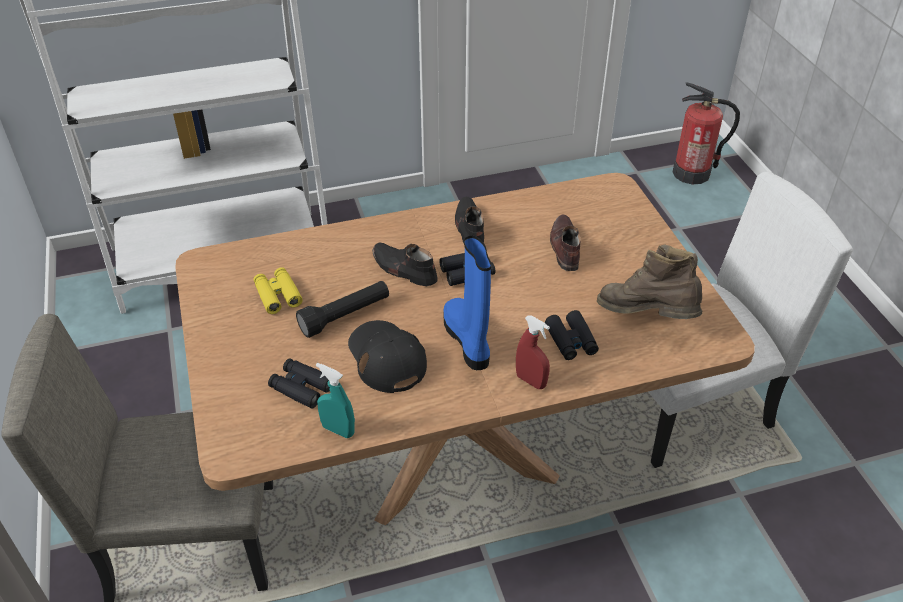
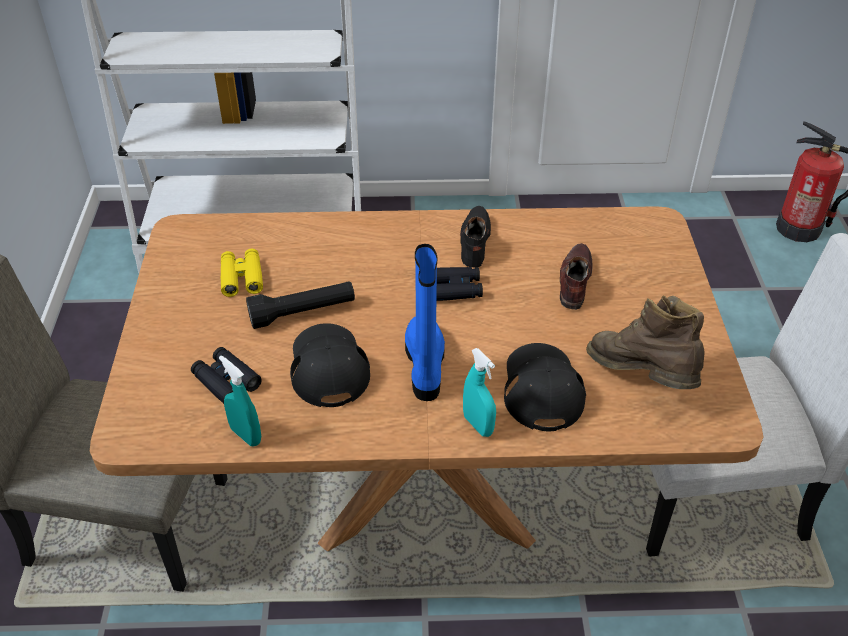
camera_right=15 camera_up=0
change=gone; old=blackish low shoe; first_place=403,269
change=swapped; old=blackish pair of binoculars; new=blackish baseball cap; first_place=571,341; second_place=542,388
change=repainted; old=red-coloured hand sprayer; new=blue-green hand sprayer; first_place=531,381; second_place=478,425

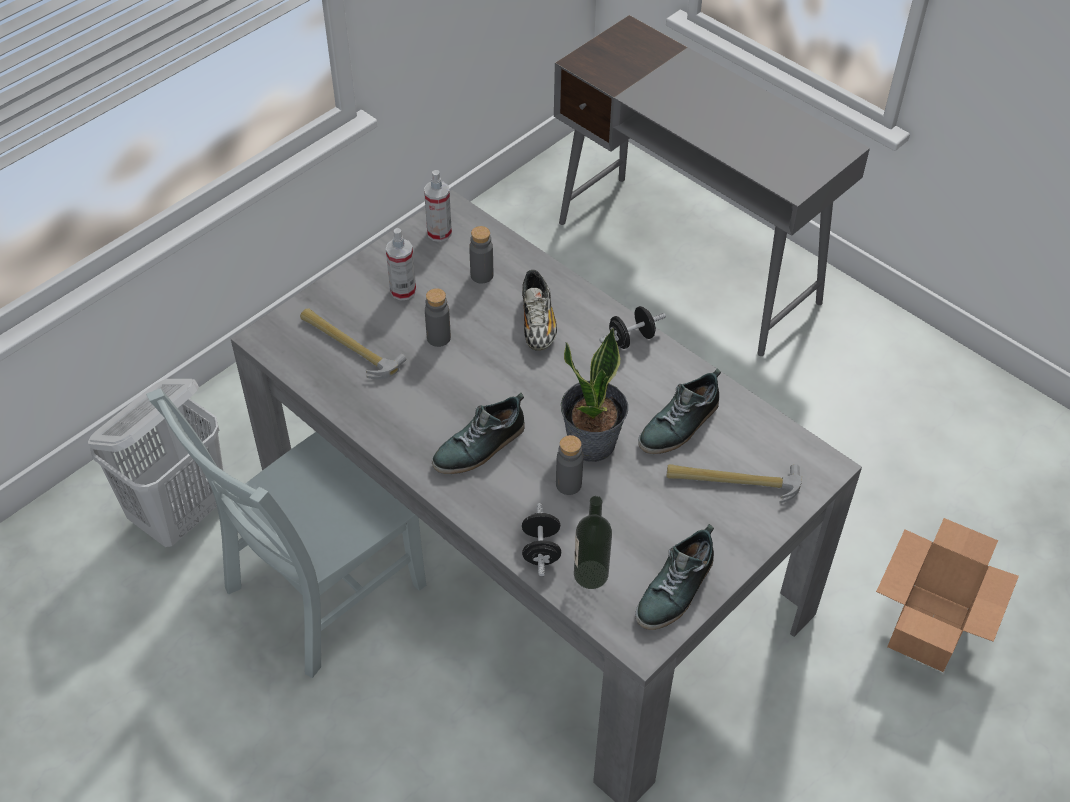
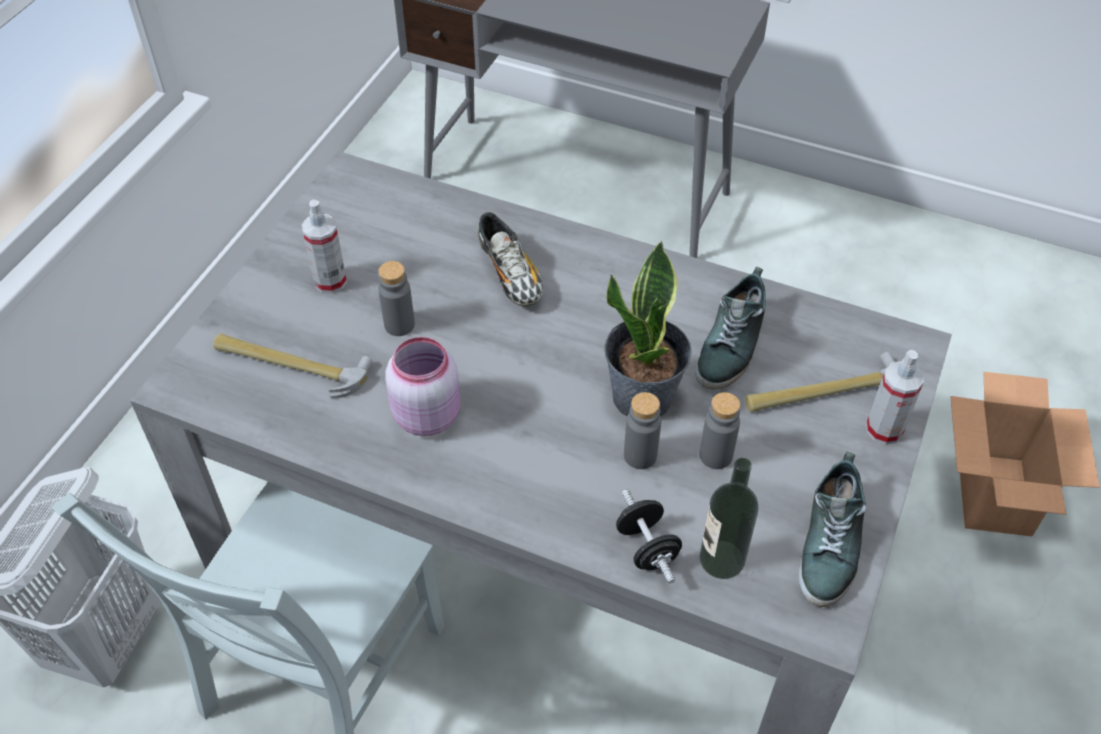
camera_right=-20 camera_up=0
change=gone; old=low shoe; first_place=480,446
change=gone; old=blackish free weight; first_place=631,339
change=new; new=pink storage jar; second_place=427,414
change=shifted; old=hand sprayer; first_place=439,233; second_place=884,429
change=shifted; old=greyish bottle; first_place=482,275; second_place=715,455

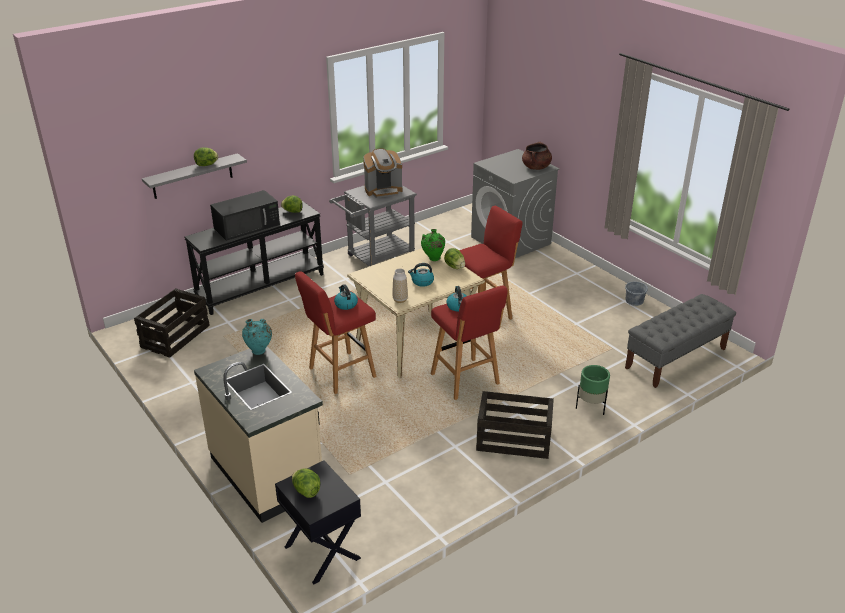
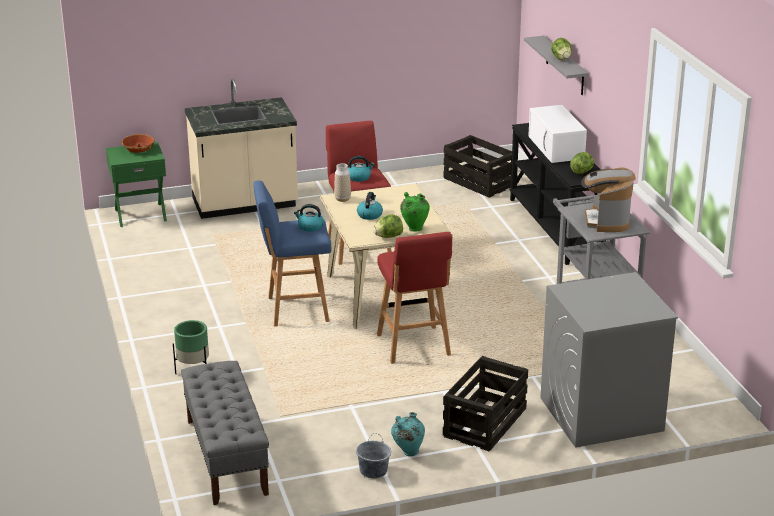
camera_right=110 camera_up=-5
change=gone; old=brown saucepot; first_place=536,167
change=shifted; old=blue-green vase; first_place=259,352; second_place=408,452
change=shifted; old=crate; first_place=514,440; second_place=484,423
change=swapped; old=lettuce head; new=serving bowl; first_place=306,491; second_place=138,150
change=repainted; old=blackish kitchen microwave; new=white kitchen microwave; first_place=247,226; second_place=556,148
change=repainted; old=blackish night table; new=greenish night table; first_place=321,553; second_place=140,214
change=repainted; old=red-coloured stool seat; new=bluish stool seat; first_place=466,380; second_place=295,310

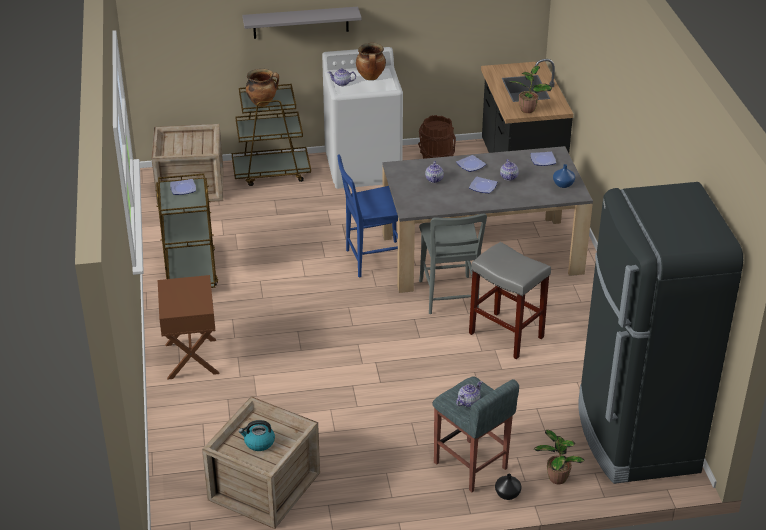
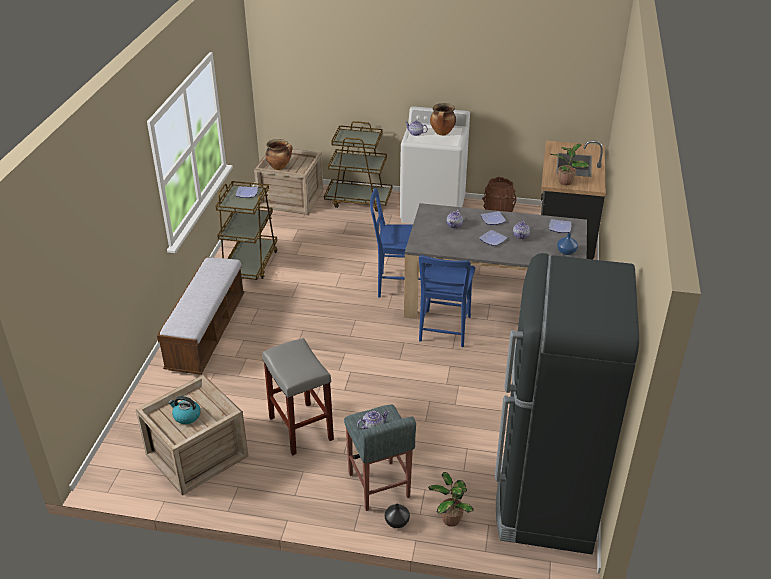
camera_right=20 camera_up=0
change=gone; old=greyish bracket shelf; first_place=301,22
change=shifted; old=saucepot; first_place=262,102; second_place=279,167
change=shifted; old=greyish stool seat; first_place=505,335; second_place=300,428
change=swapped; old=brown night table; new=long seat; first_place=191,359; second_place=207,333
change=repainted; old=greyish upright chair; new=bluish upright chair; first_place=449,297; second_place=444,331

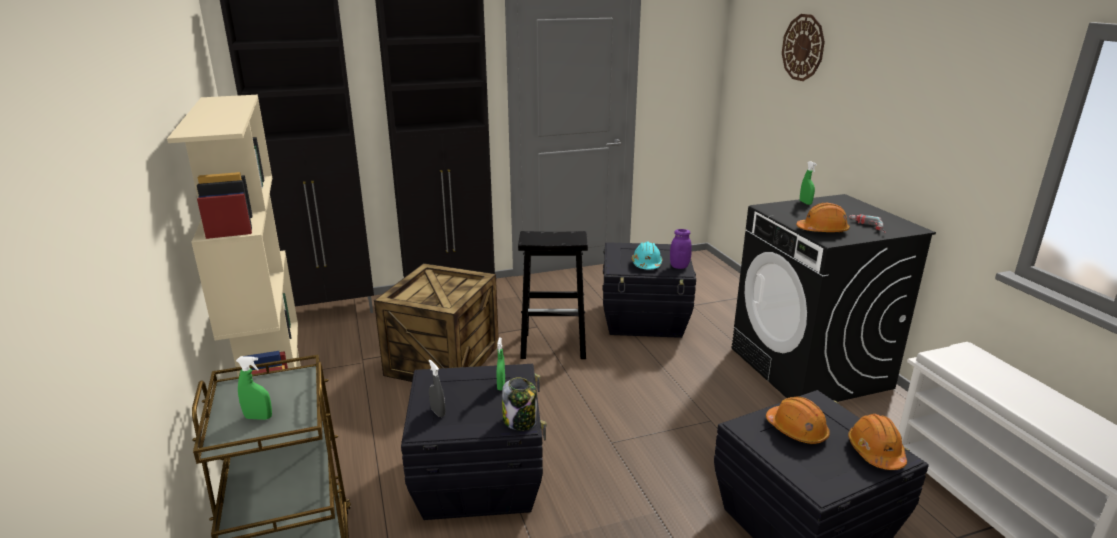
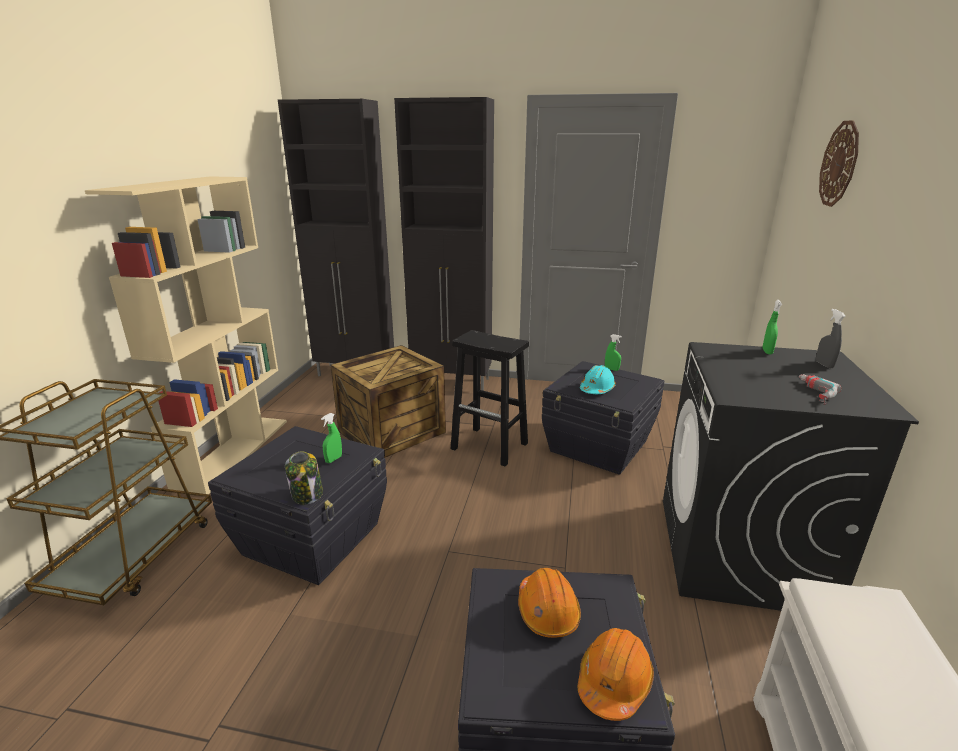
camera_right=30 camera_up=0
change=gone; old=purple storage jar; first_place=679,266
change=gone; old=orangey hard hat; first_place=822,230
change=shifted; old=greenish hand sprayer; first_place=258,417; second_place=611,369
change=shifted; old=greyish hand sprayer; first_place=438,412; second_place=824,365

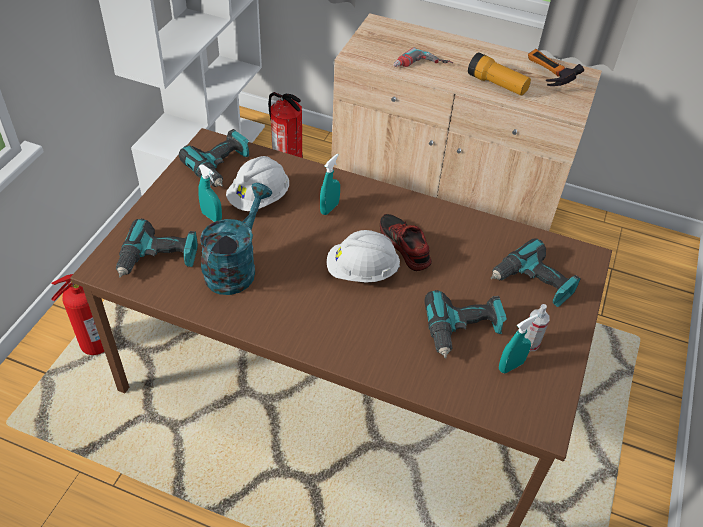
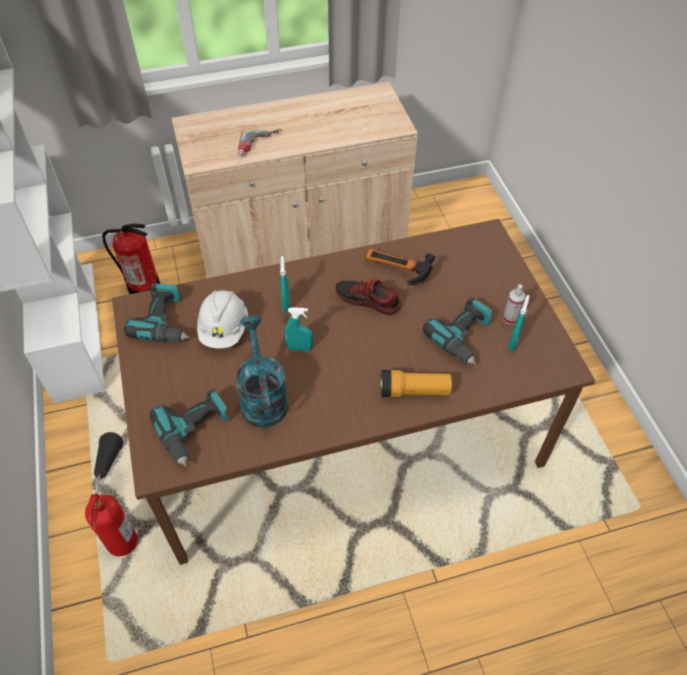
camera_right=-35 camera_up=5
change=gone; old=white hard hat; first_place=362,271
change=gone; old=drill; first_place=533,283
change=shifted; old=blue-green hand sprayer; first_place=211,217; second_place=300,348
change=shifted; old=flashlight; first_place=497,85; second_place=414,391
change=shifted; old=hand hammer; first_place=545,77; second_place=395,273

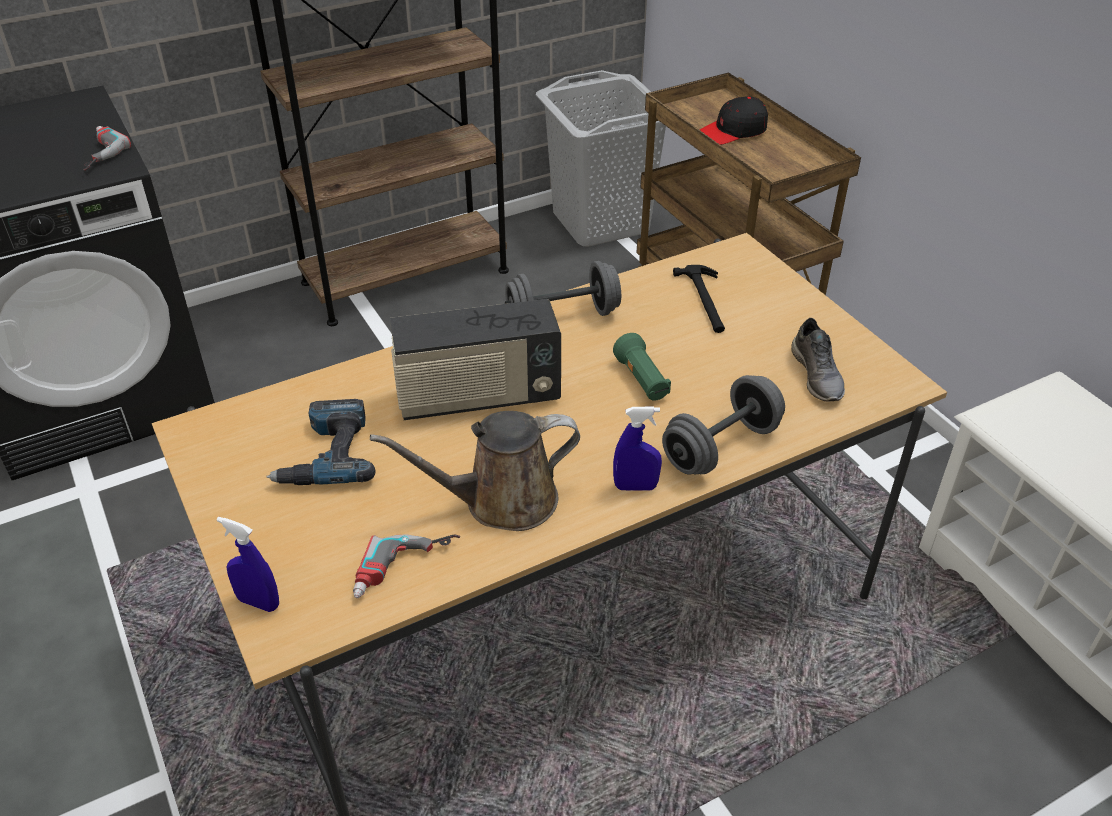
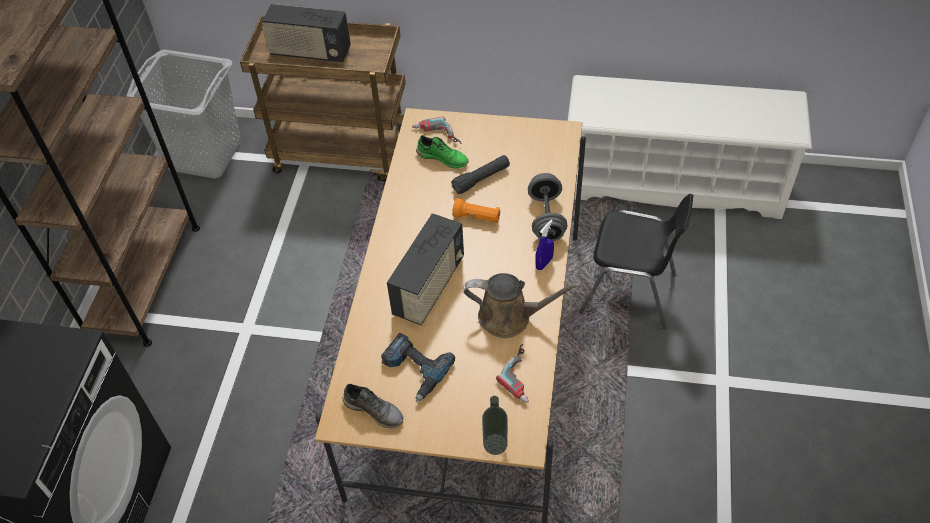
camera_right=-50 camera_up=10
change=gone; old=greyish free weight; first_place=563,317
change=new; new=blackish flashlight; second_place=481,179
change=new; new=blackish upright chair; second_place=629,293
change=shifted; old=drill; first_place=95,153; second_place=436,136
change=shifted; old=greyish low shoe; first_place=817,375; second_place=374,410
change=swapped; old=bluish hand sprayer; new=bottle; first_place=258,602; second_place=495,444
change=swapped; old=hand hammer; new=greenish low shoe; first_place=705,301; second_place=443,158
change=swapped; old=blackish baseball cap; new=radio; first_place=733,131; second_place=310,52
change=repainted; old=greenish flashlight; new=orangey flashlight; first_place=642,380; second_place=477,218
change=rotated; old=brown watering pot; first_place=501,501; second_place=510,317; degrees=-105

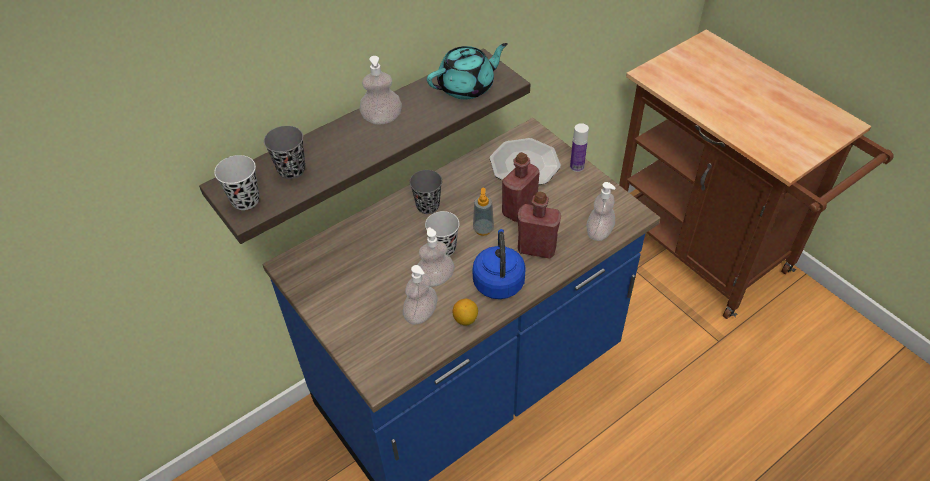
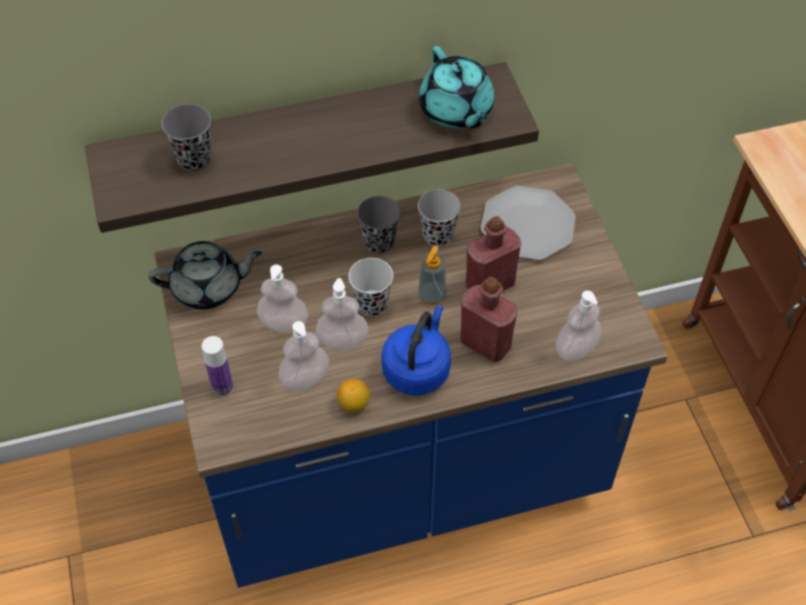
camera_right=20 camera_up=5
change=new; new=greyish teapot; second_place=209,288
change=shifted; old=blackish drinking cup; first_place=245,200; second_place=438,235
change=shifted; old=liquid soap bottle; first_place=382,118; second_place=284,323
change=shifted; old=bottle; first_place=577,167; second_place=222,387
change=rotated; old=blue-green teapot; first_place=467,86; second_place=456,111; degrees=75

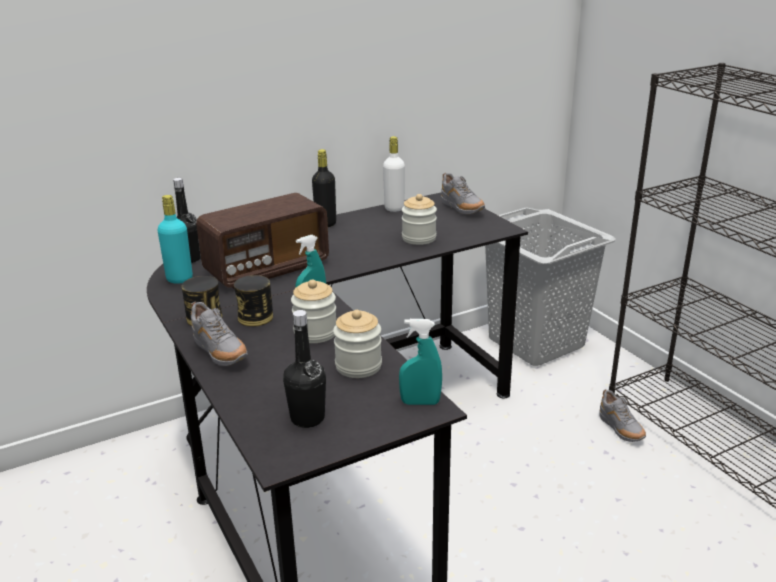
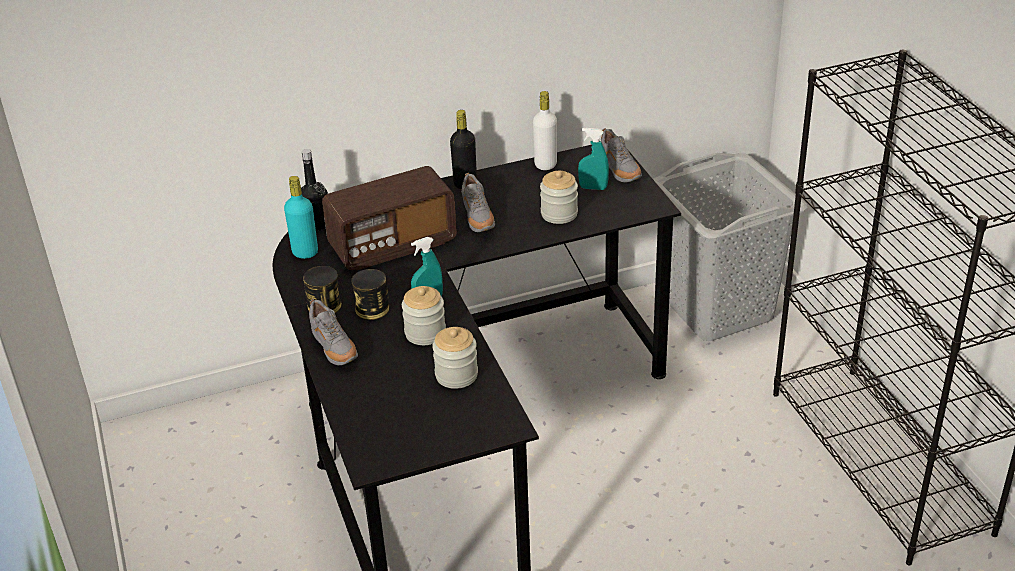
camera_right=10 camera_up=10
change=gone; old=blackish bottle; first_place=307,418
change=shifted; old=blue-green hand sprayer; first_place=420,402; second_place=593,188
change=shifted; old=greyish low shoe; first_place=620,430; second_place=478,220

